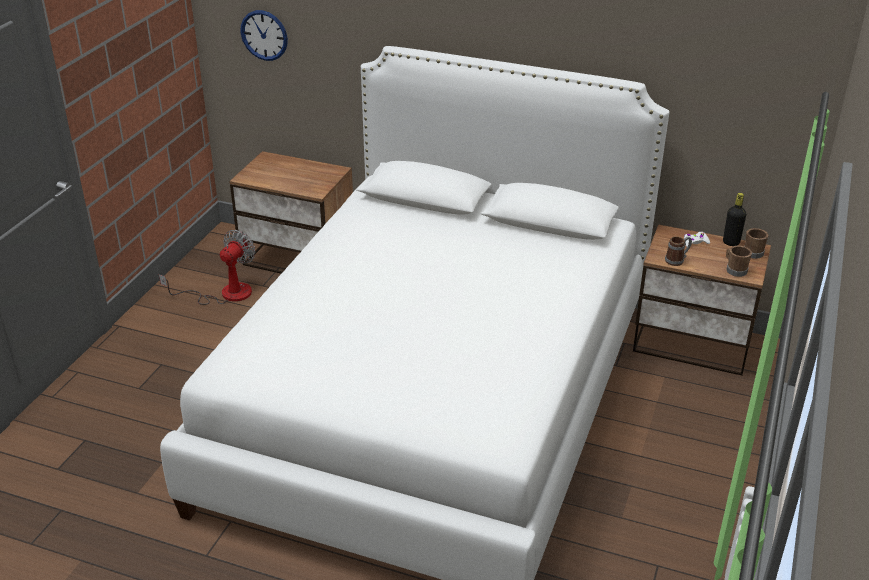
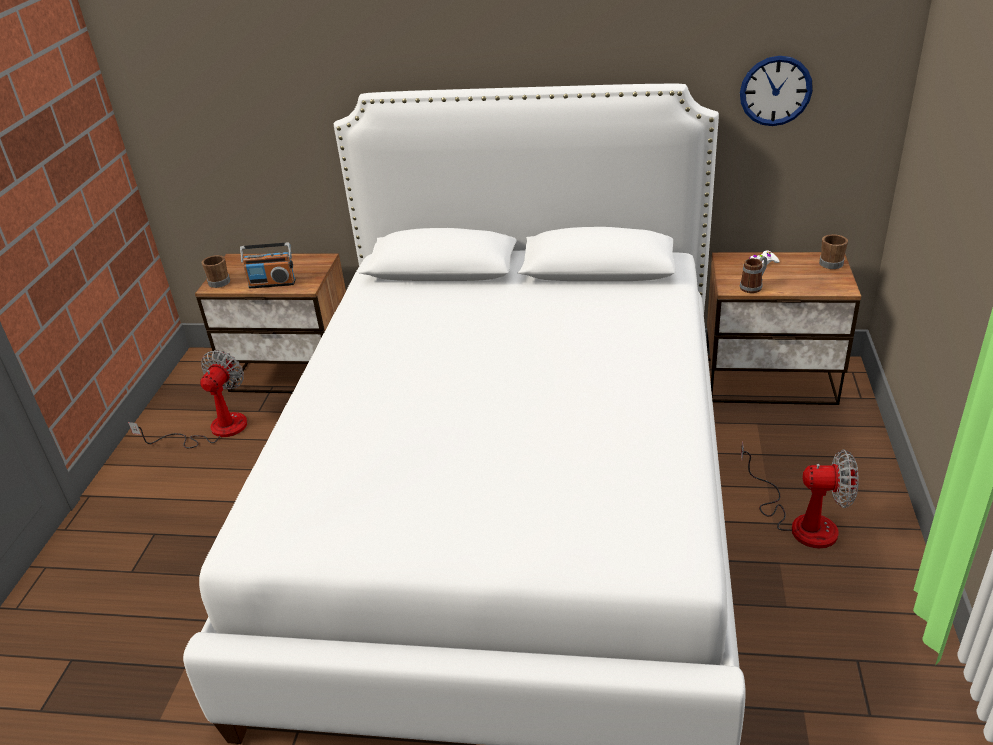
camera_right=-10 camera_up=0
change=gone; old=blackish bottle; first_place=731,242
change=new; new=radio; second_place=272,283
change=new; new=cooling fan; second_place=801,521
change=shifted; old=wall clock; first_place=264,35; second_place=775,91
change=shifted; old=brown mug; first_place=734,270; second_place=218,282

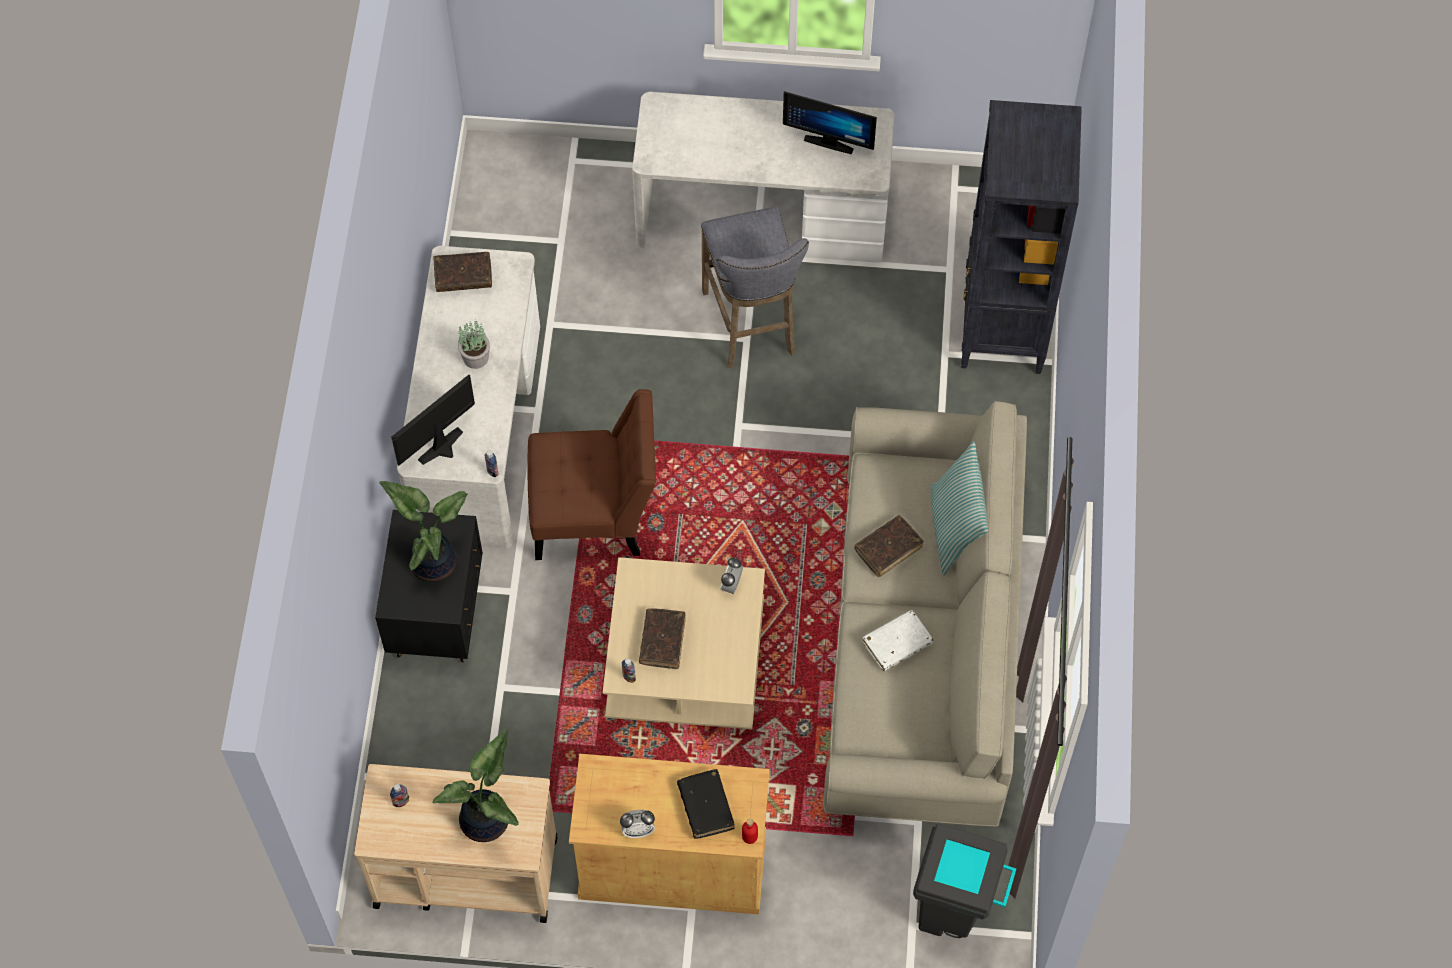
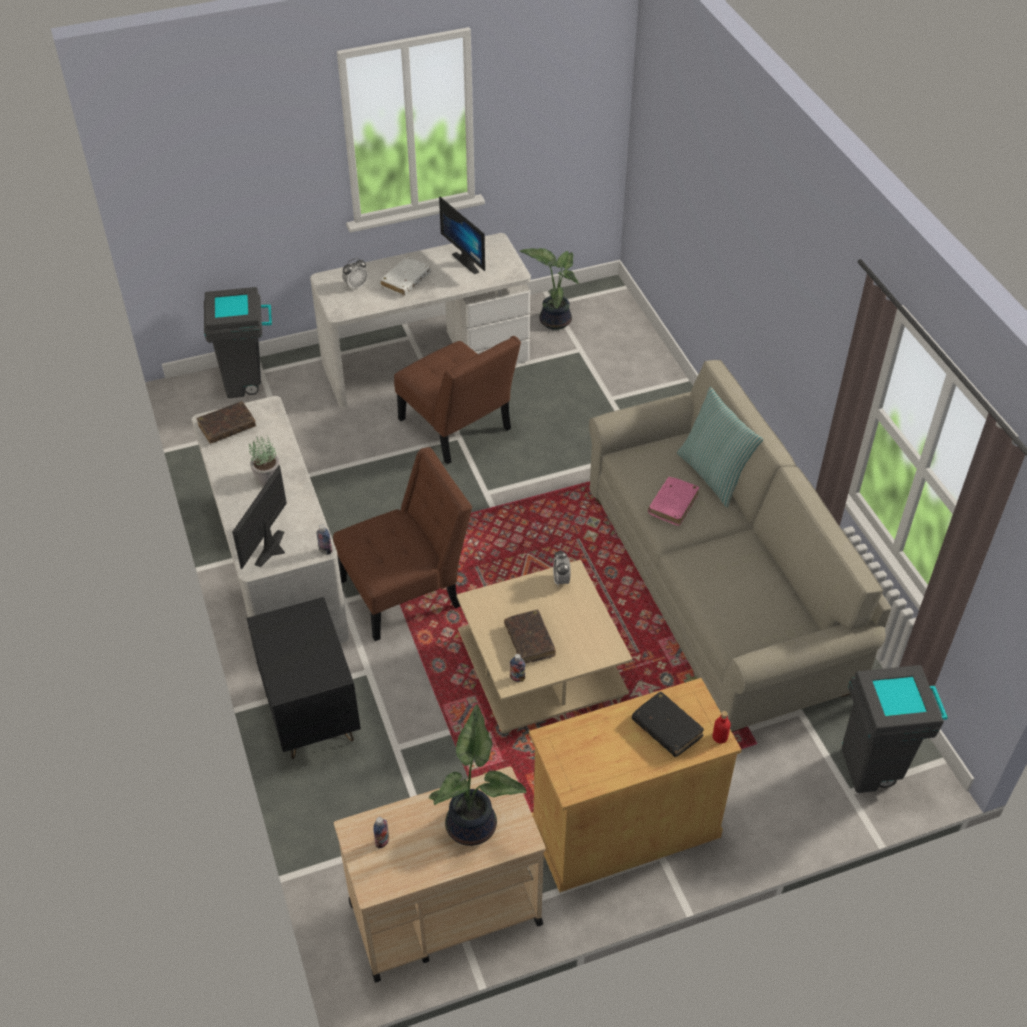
camera_right=-25 camera_up=-15
change=gone; old=blackish bookcase; first_place=1002,328
change=new; new=greyish waste bin; second_place=249,383
change=shifted; old=potted plant; first_place=433,560; second_place=554,320
change=shifted; old=bedside clock; first_place=638,830; second_place=356,286
change=shifted; old=white bound book; first_place=897,644; second_place=406,281
change=swapped; old=greyish stool seat; new=brown upright chair; first_place=751,327; second_place=458,428
change=repainted; old=brown bound book; new=pink bound book; first_place=888,549; second_place=673,505
change=rotated; old=computer display; first_place=830,139; second_place=469,261; degrees=60

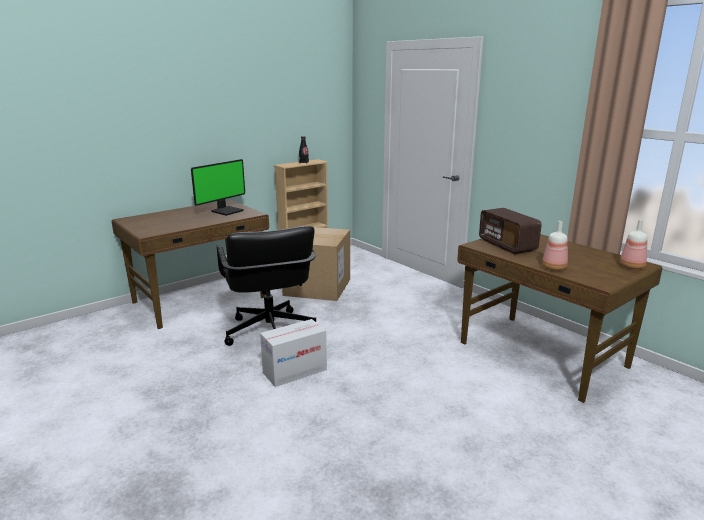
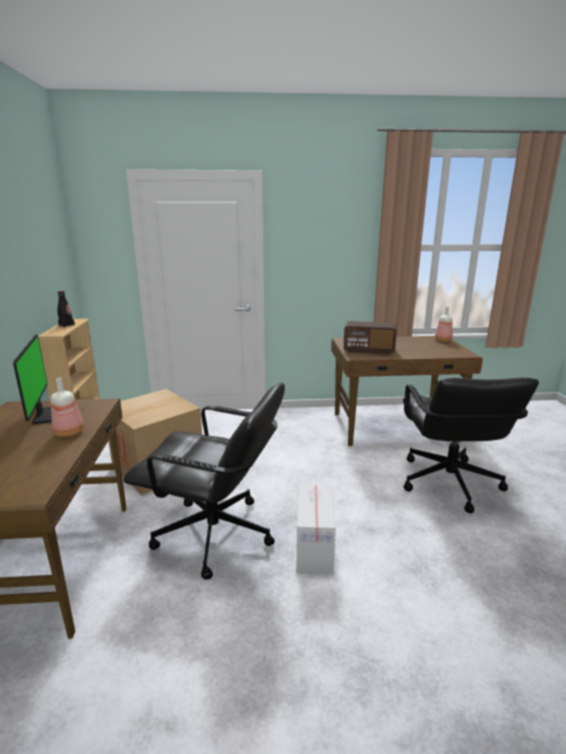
camera_right=-55 camera_up=0
change=new; new=blackish computer chair; second_place=448,483
change=shifted; old=bottle; first_place=554,268; second_place=69,432

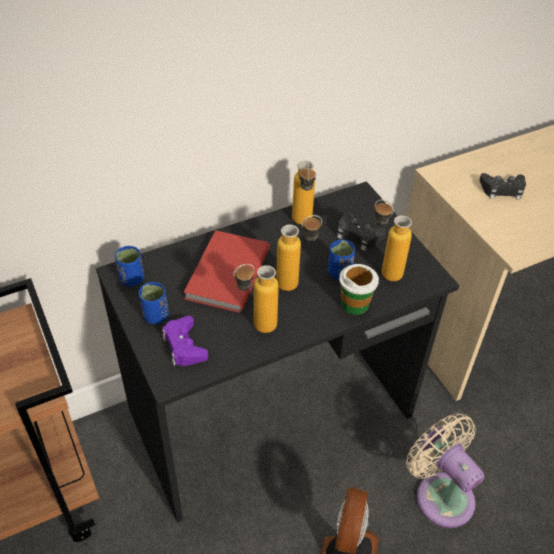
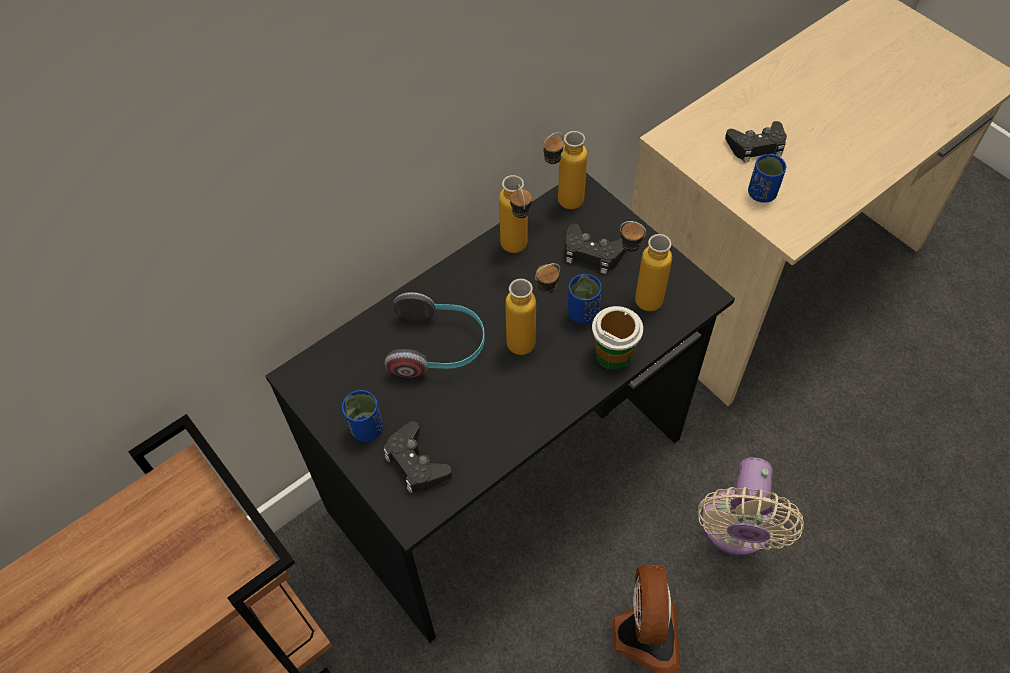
camera_right=-10 camera_up=10
change=shifted; old=bluish drinking cup; first_place=132,279; second_place=762,194
change=shifted; old=bottle; first_place=256,327; second_place=561,205
change=swapped; old=red-coloured bound book; new=pair of headphones; first_place=225,274; second_place=438,347
change=repainted; old=purple gamepad; new=blackish gamepad; first_place=184,346; second_place=416,463
change=rotated; old=beige-coloured cooling fan; first_place=440,494; second_place=735,530; degrees=-120

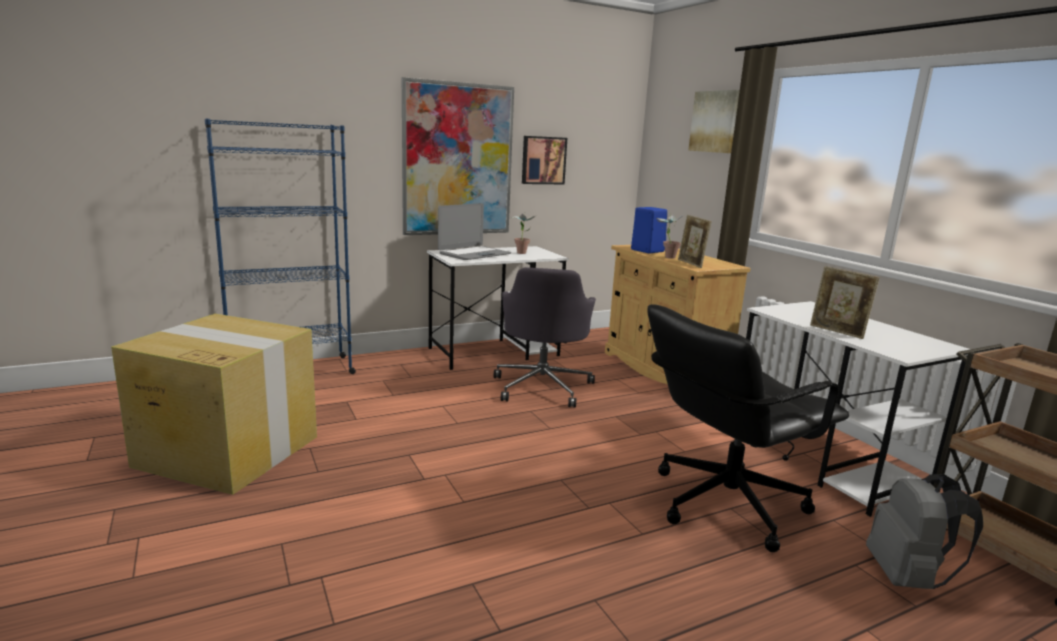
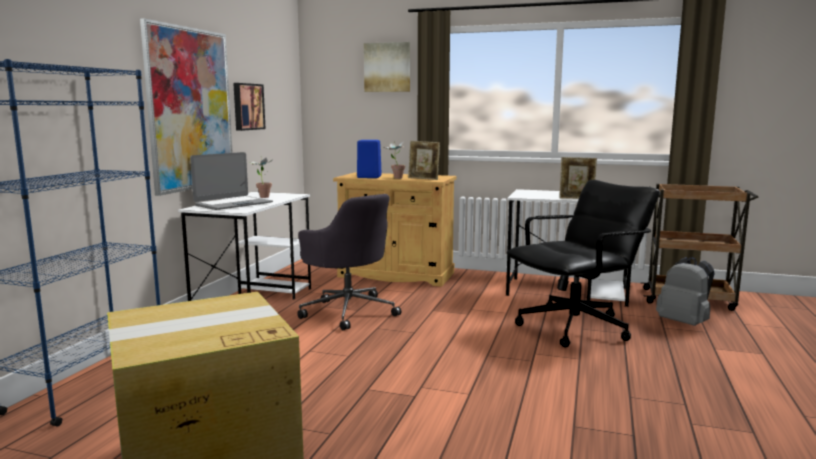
camera_right=-45 camera_up=-5
change=rotated; old=notebook computer; first_place=474,254; second_place=233,204; degrees=45
change=rotated; old=blackish computer chair; first_place=725,503; second_place=575,327; degrees=-135

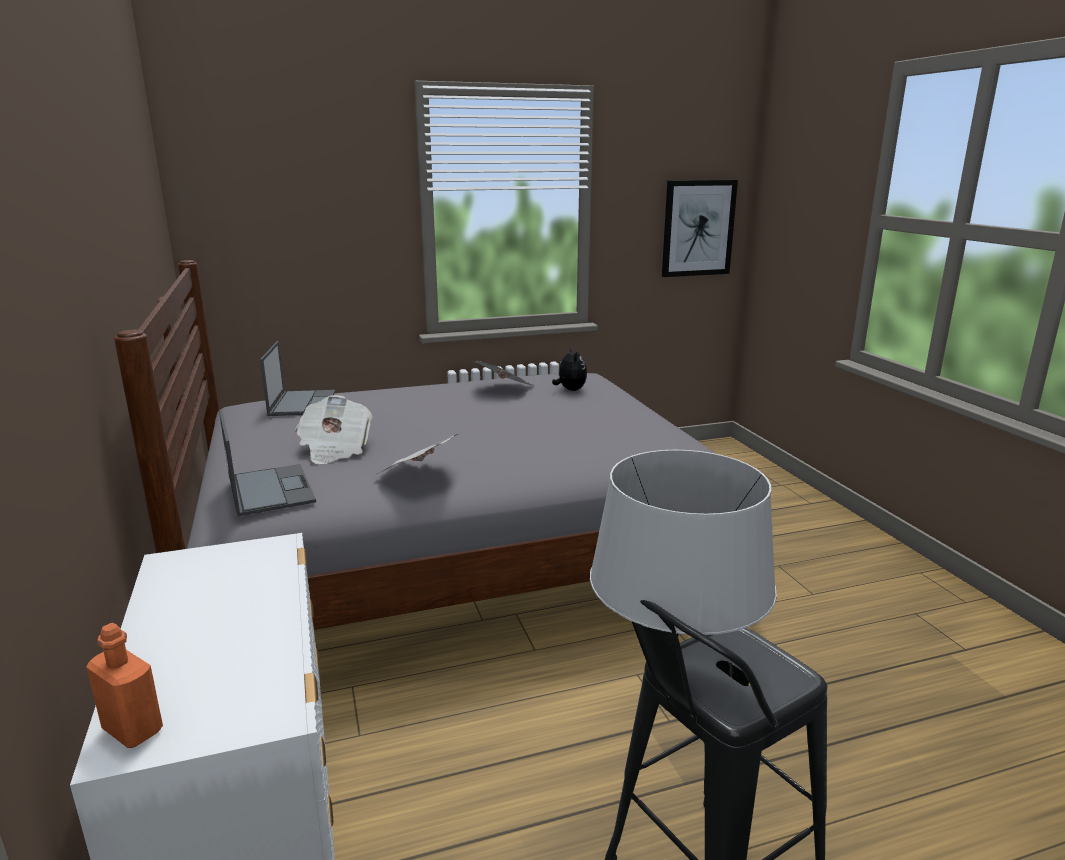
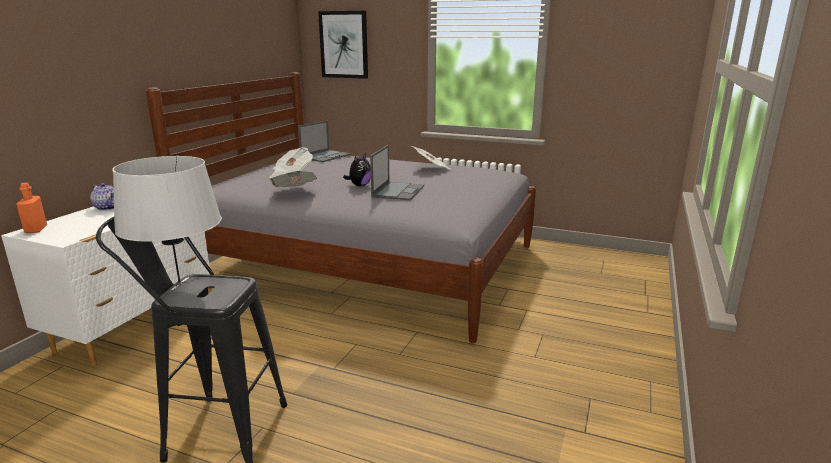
camera_right=40 camera_up=0
change=new; new=teapot; second_place=108,207
change=shifted; old=notebook computer; first_place=270,489; second_place=398,191
change=shifted; old=plush toy; first_place=570,390; second_place=359,185
change=shifted; old=picture; first_place=698,228; second_place=344,45

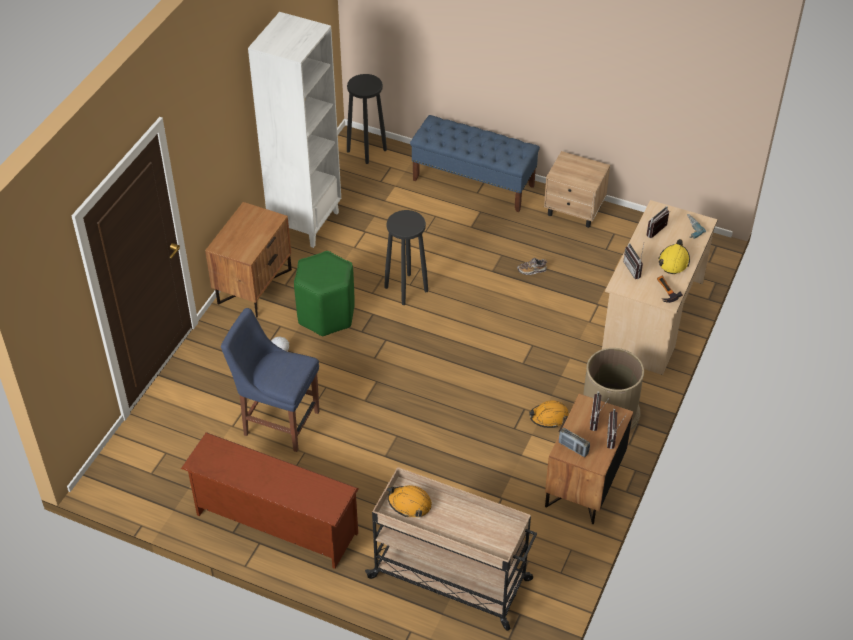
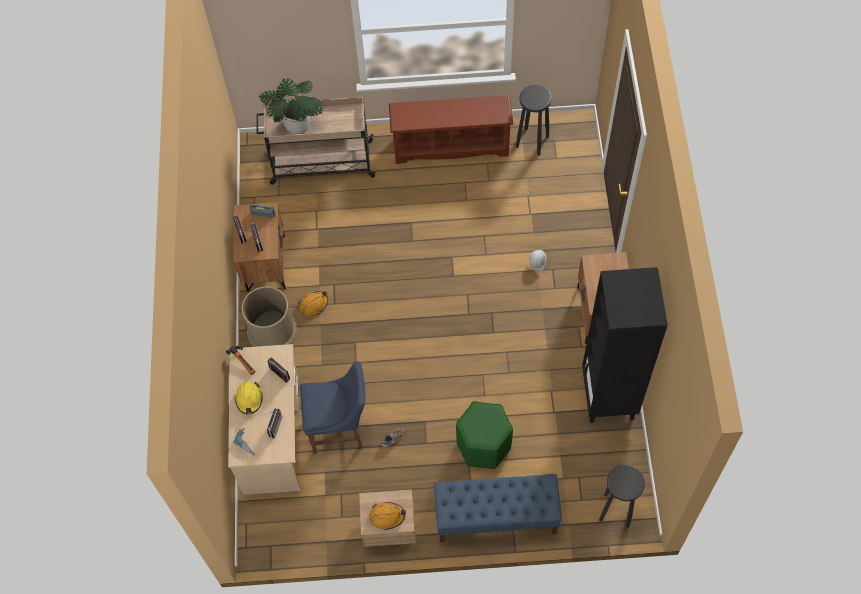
camera_right=155 camera_up=15
change=new; new=potted plant; second_place=297,123
change=shifted; old=bluish upright chair; first_place=278,421; second_place=340,429
change=shifted; old=greenish stool seat; first_place=327,315; second_place=483,446
change=shifted; old=blackish stool seat; first_place=406,289; second_place=532,142
change=shifted; old=orangey hard hat; first_place=409,504; second_place=387,516
change=repainted; old=white bookcase; new=blackish bookcase; first_place=305,222; second_place=609,397

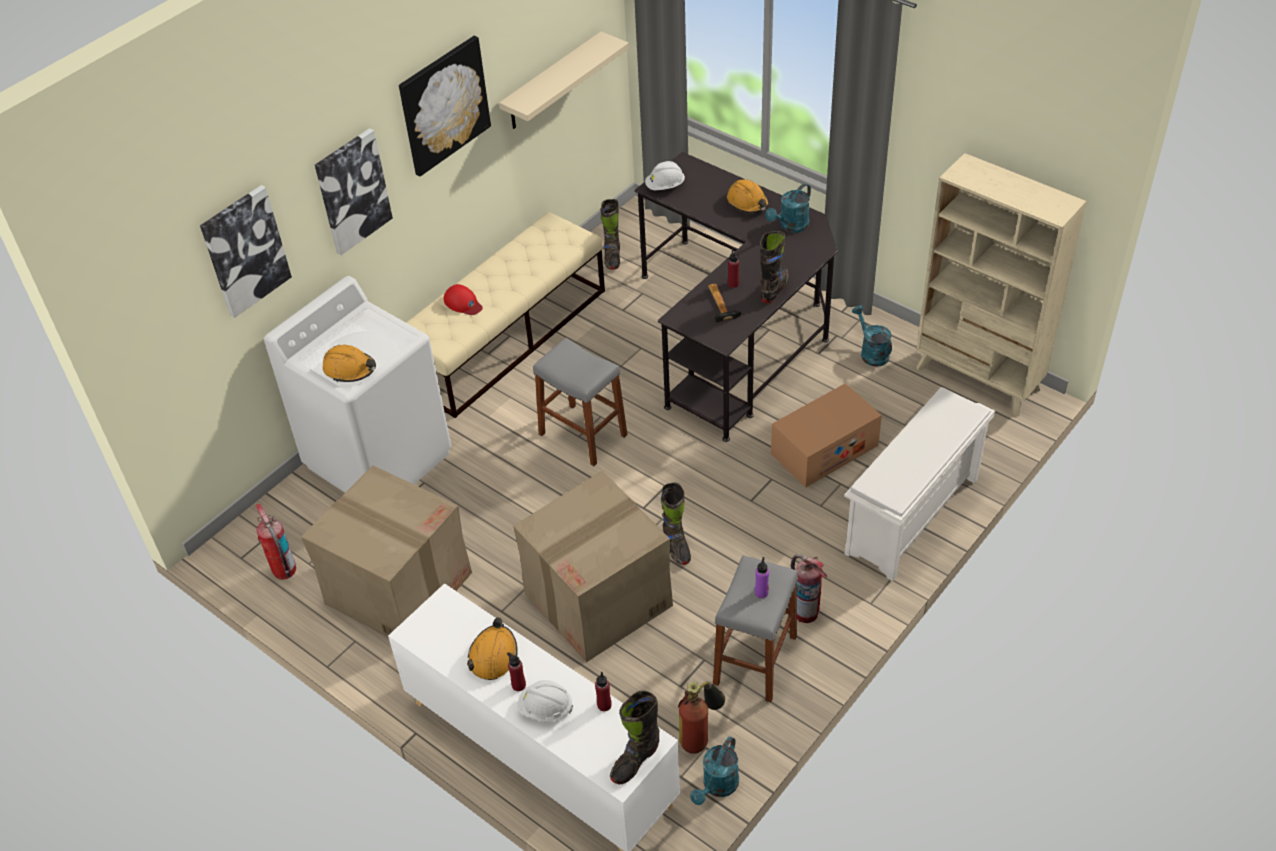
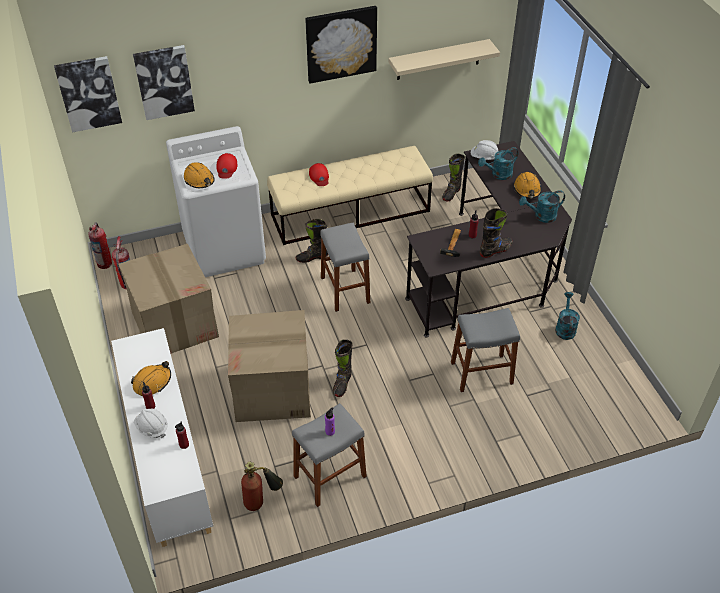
camera_right=30 camera_up=0
change=gone; old=white shoe rack; first_place=912,517
change=gone; old=beige-coloured bookcase; first_place=978,379
change=new; new=red-coloured baseball cap; second_place=226,168
change=shifted; old=picture; first_place=352,191; second_place=88,93
change=shifted; old=blackish high-top boot; first_place=635,760; second_place=312,257
change=shifted; old=blue-green watering pot; first_place=717,787; second_place=498,175
change=shifted; old=fire-fighting cylinder; first_place=806,612; second_place=105,263
change=swapped; old=packing box; new=greyish stool seat; first_place=824,449; second_place=481,373

